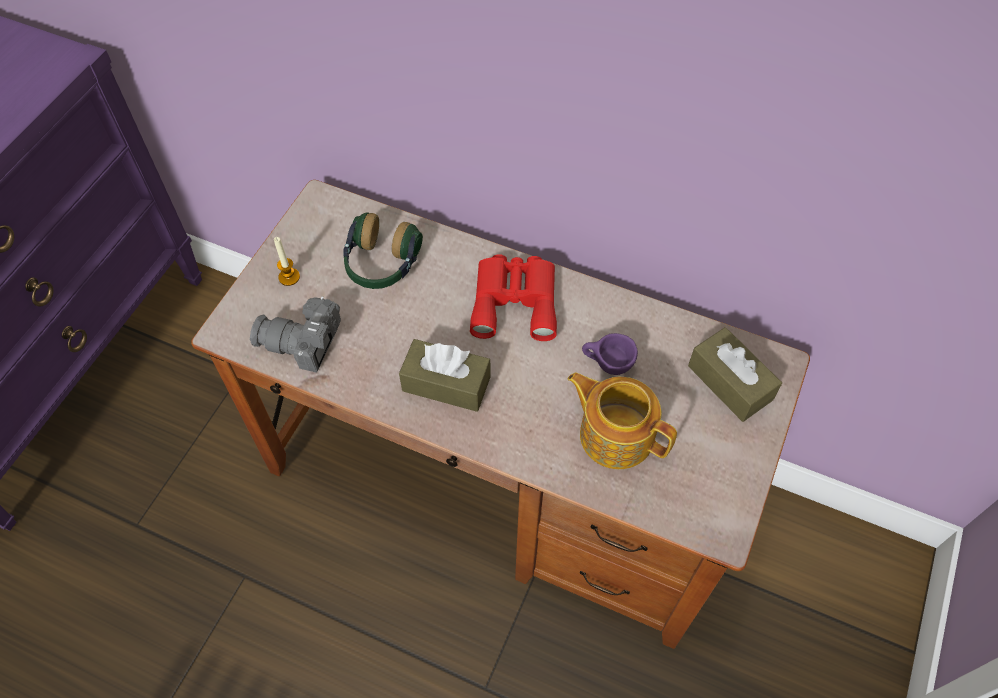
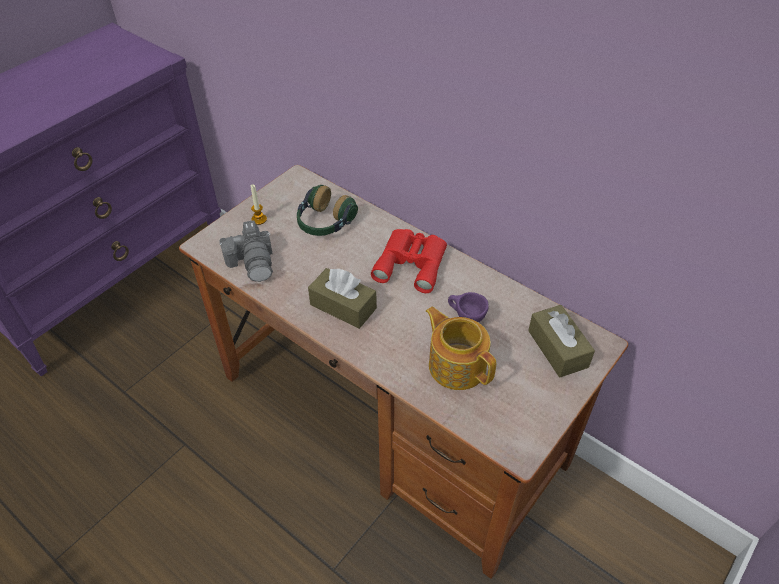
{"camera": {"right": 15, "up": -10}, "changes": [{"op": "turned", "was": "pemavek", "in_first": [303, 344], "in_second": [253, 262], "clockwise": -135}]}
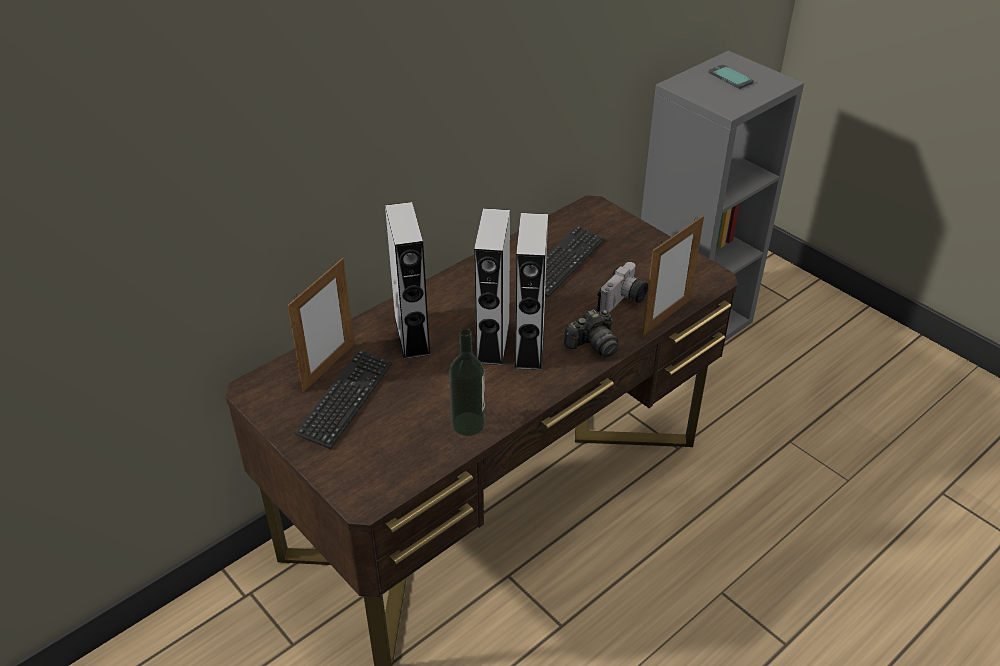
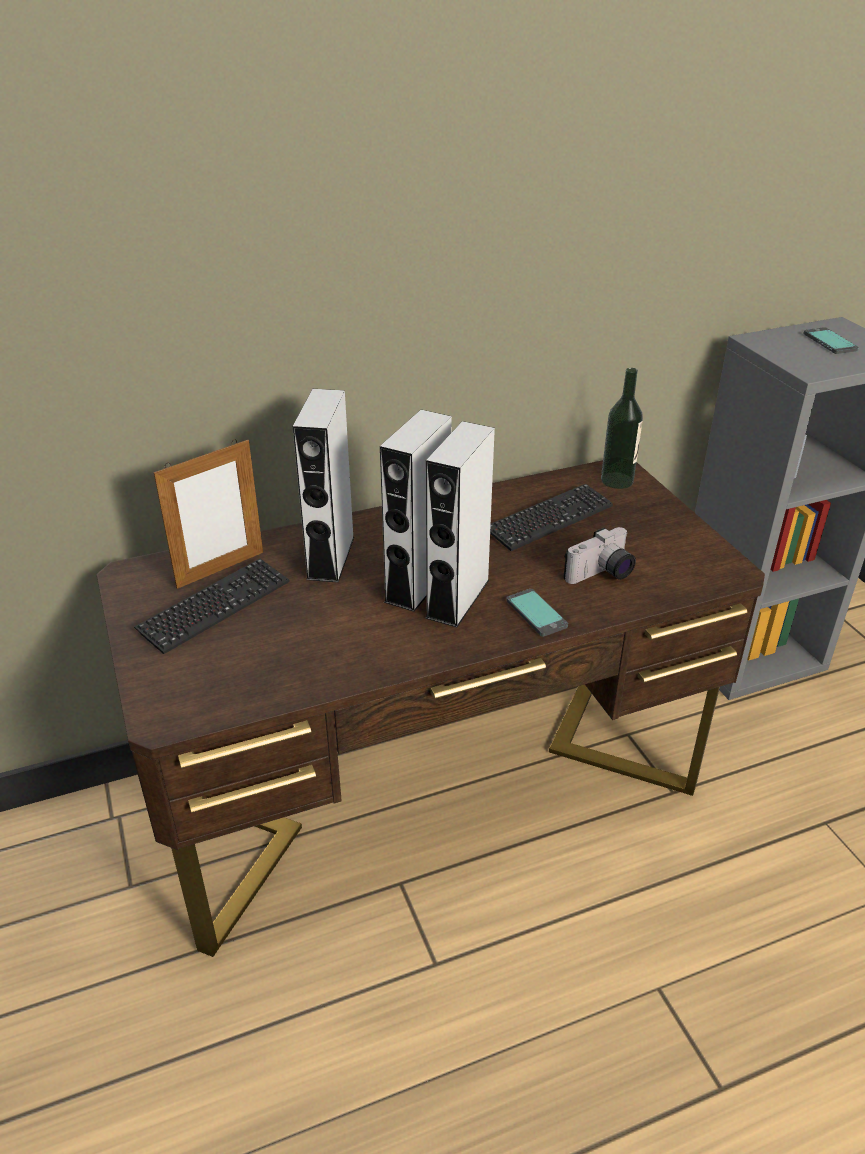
{"camera": {"right": 20, "up": -5}, "changes": [{"op": "removed", "was": "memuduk", "in_first": [666, 317]}, {"op": "replaced", "was": "pemavek", "now": "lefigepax", "in_first": [593, 344], "in_second": [536, 613]}, {"op": "moved", "was": "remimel", "in_first": [468, 424], "in_second": [617, 480]}]}
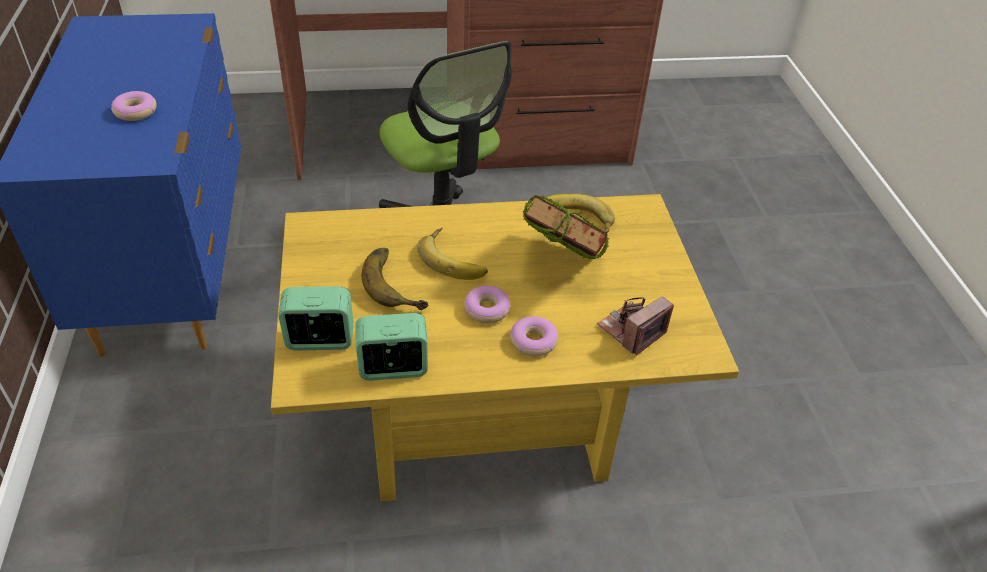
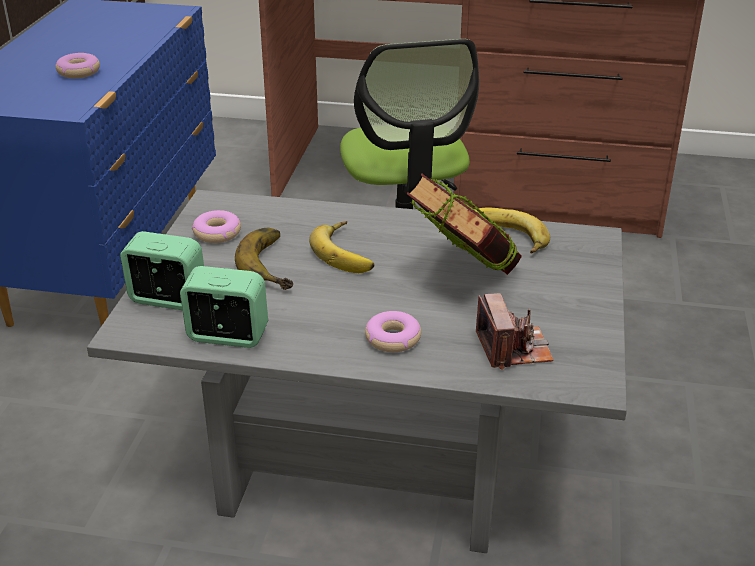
{"camera": {"right": 20, "up": -10}, "changes": [{"op": "recoloured", "was": "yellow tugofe", "now": "grey tugofe", "in_first": [487, 407], "in_second": [377, 448]}, {"op": "moved", "was": "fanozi", "in_first": [487, 309], "in_second": [217, 233]}, {"op": "turned", "was": "pemavek", "in_first": [632, 331], "in_second": [513, 348], "clockwise": 105}]}
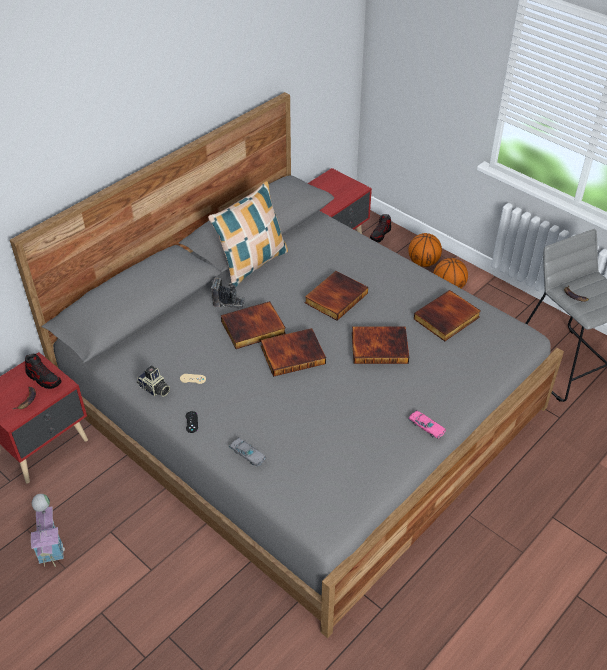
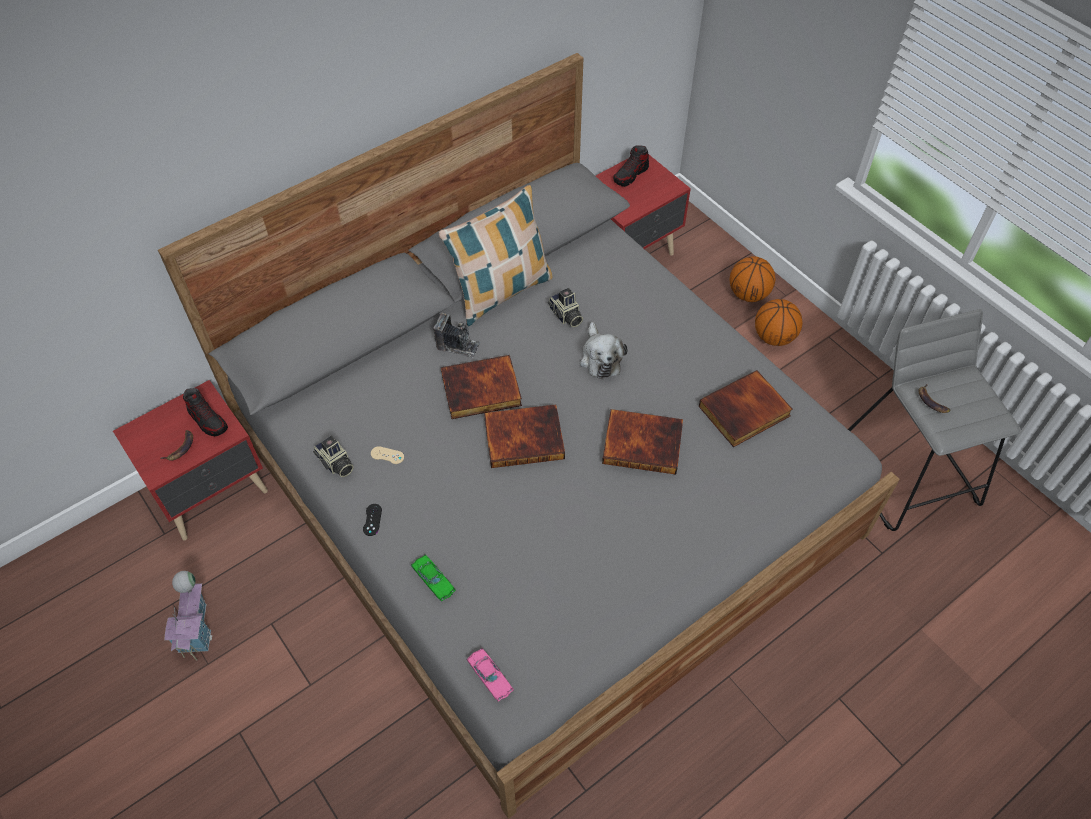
{"camera": {"right": 10, "up": 10}, "changes": [{"op": "moved", "was": "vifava", "in_first": [380, 234], "in_second": [630, 175]}, {"op": "replaced", "was": "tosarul", "now": "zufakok", "in_first": [335, 297], "in_second": [600, 358]}, {"op": "moved", "was": "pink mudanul", "in_first": [426, 427], "in_second": [489, 676]}, {"op": "recoloured", "was": "grey mudanul", "now": "green mudanul", "in_first": [247, 454], "in_second": [433, 580]}, {"op": "added", "now": "pemavek", "in_second": [565, 316]}]}
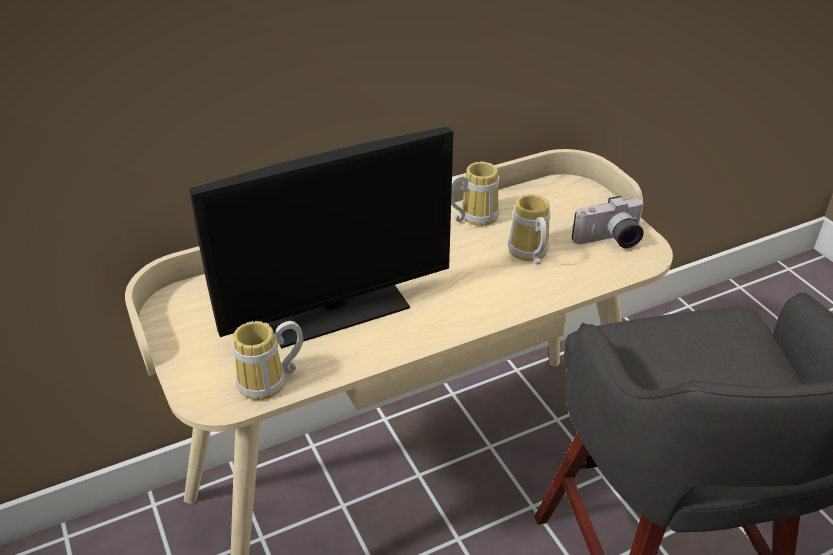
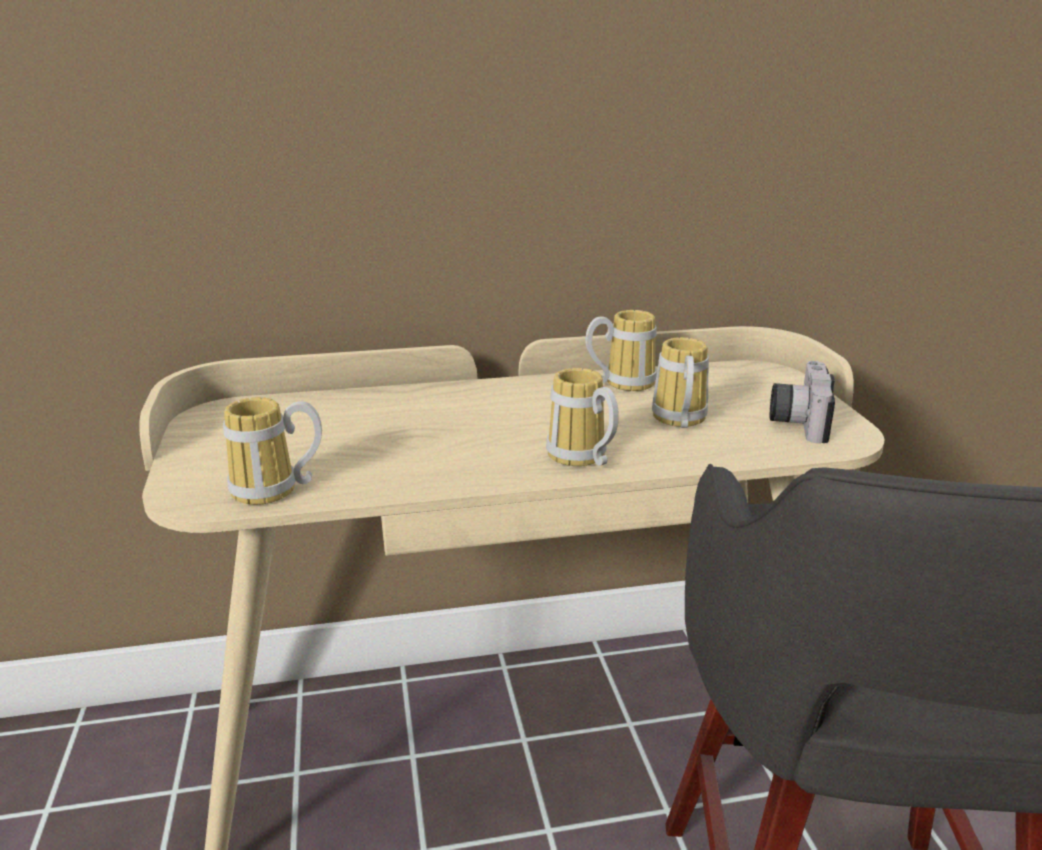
{"camera": {"right": 15, "up": -15}, "changes": [{"op": "removed", "was": "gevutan", "in_first": [335, 309]}, {"op": "turned", "was": "pemavek", "in_first": [610, 241], "in_second": [797, 421], "clockwise": 105}, {"op": "added", "now": "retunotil", "in_second": [579, 459]}]}
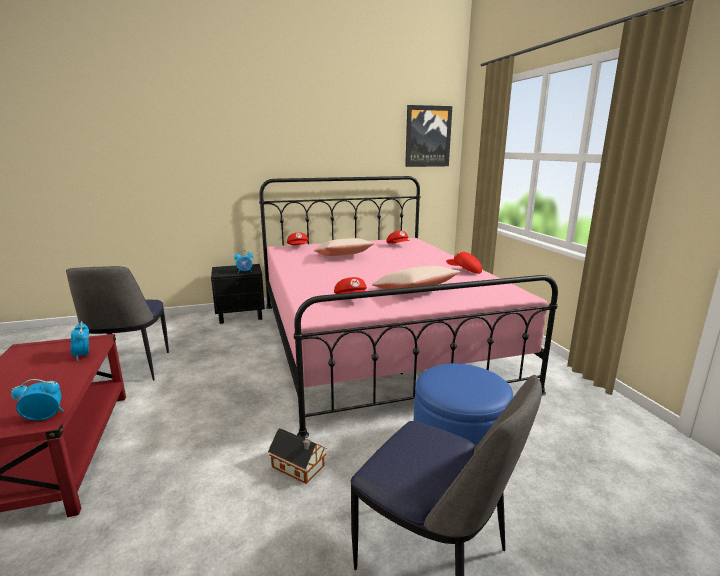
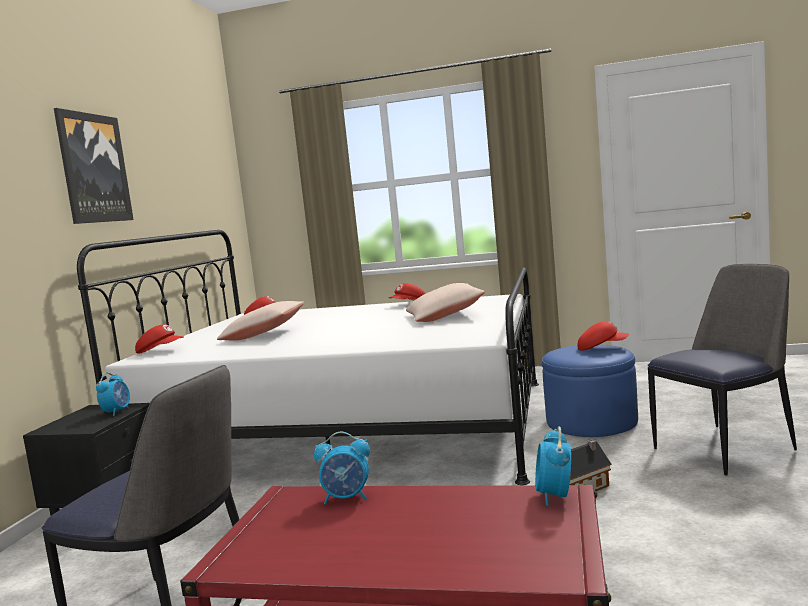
{"camera": {"right": -60, "up": -10}, "changes": [{"op": "moved", "was": "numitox", "in_first": [428, 136], "in_second": [93, 168]}, {"op": "recoloured", "was": "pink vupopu", "now": "white vupopu", "in_first": [376, 341], "in_second": [352, 428]}, {"op": "moved", "was": "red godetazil", "in_first": [352, 299], "in_second": [602, 348]}]}
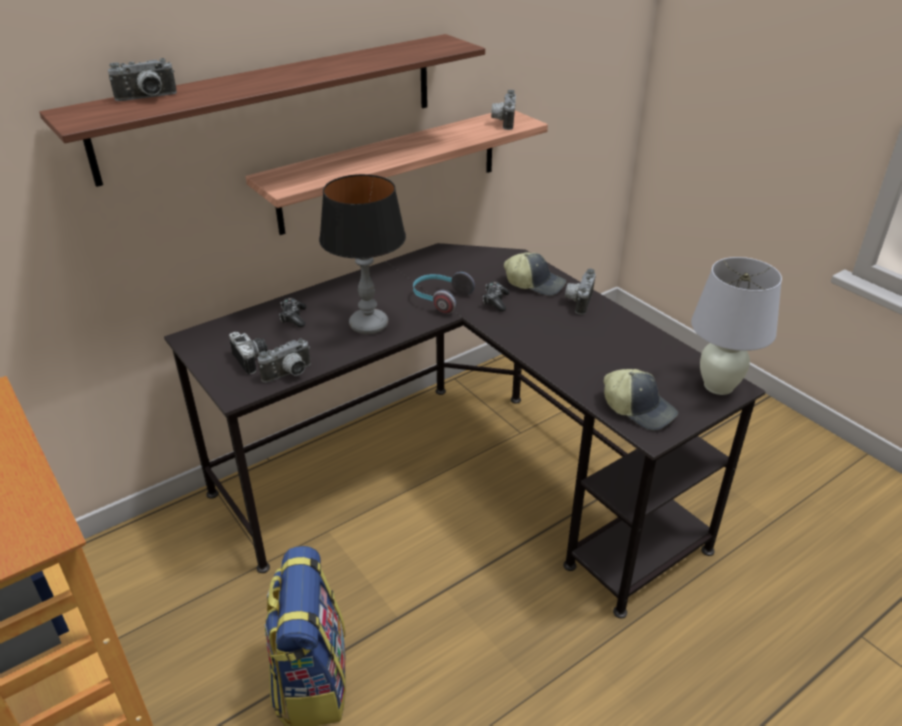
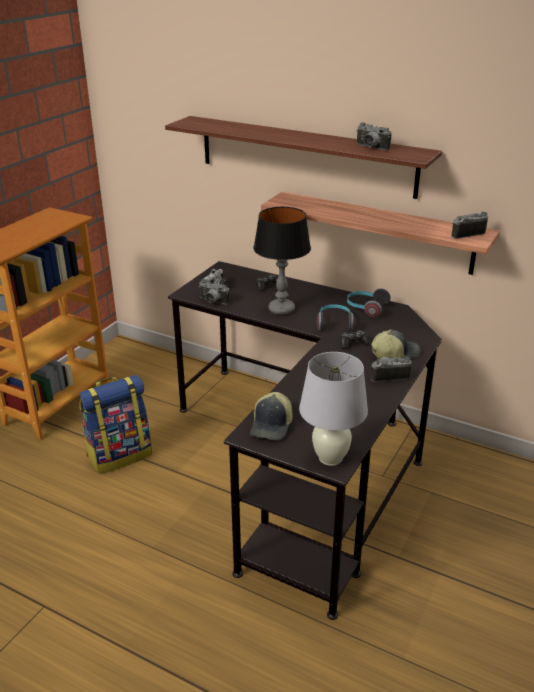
{"camera": {"right": 65, "up": -5}, "changes": [{"op": "moved", "was": "pemavek", "in_first": [148, 98], "in_second": [370, 148]}, {"op": "turned", "was": "godetazil", "in_first": [535, 283], "in_second": [394, 353], "clockwise": -105}, {"op": "added", "now": "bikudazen", "in_second": [366, 308]}]}
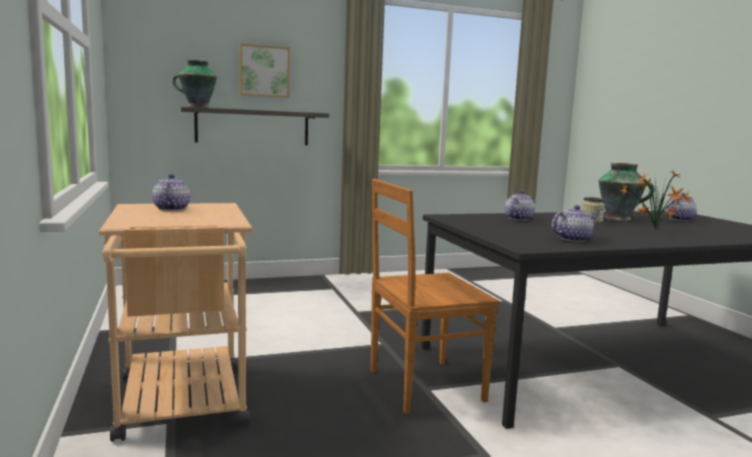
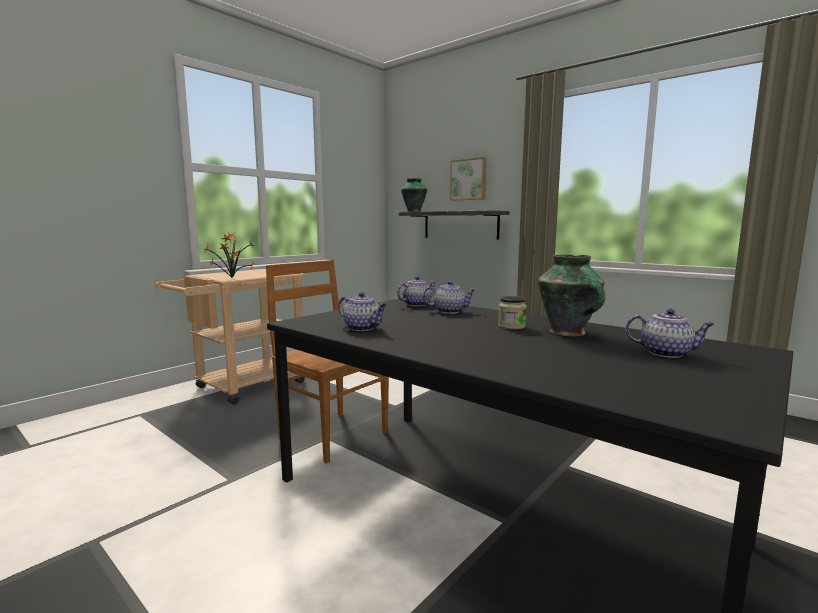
{"camera": {"right": 60, "up": 0}, "changes": [{"op": "moved", "was": "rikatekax", "in_first": [655, 230], "in_second": [230, 278]}, {"op": "moved", "was": "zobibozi", "in_first": [171, 209], "in_second": [417, 304]}]}
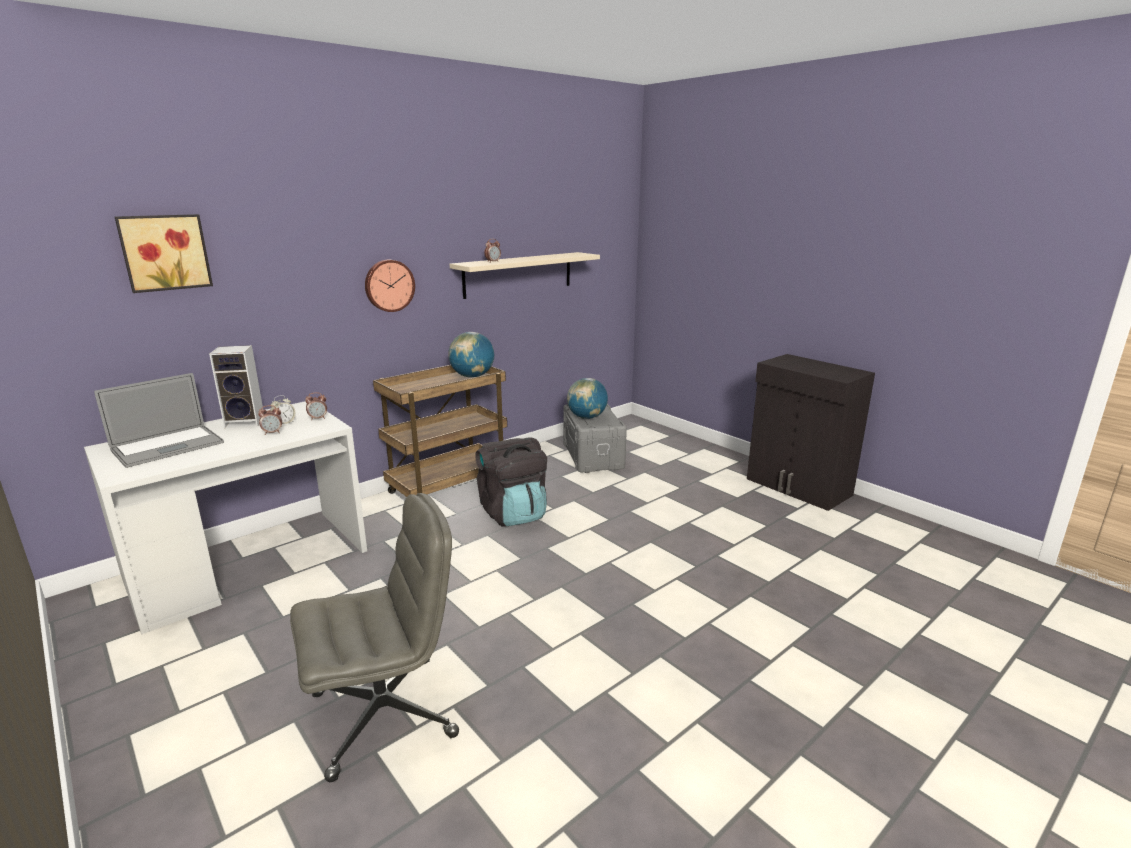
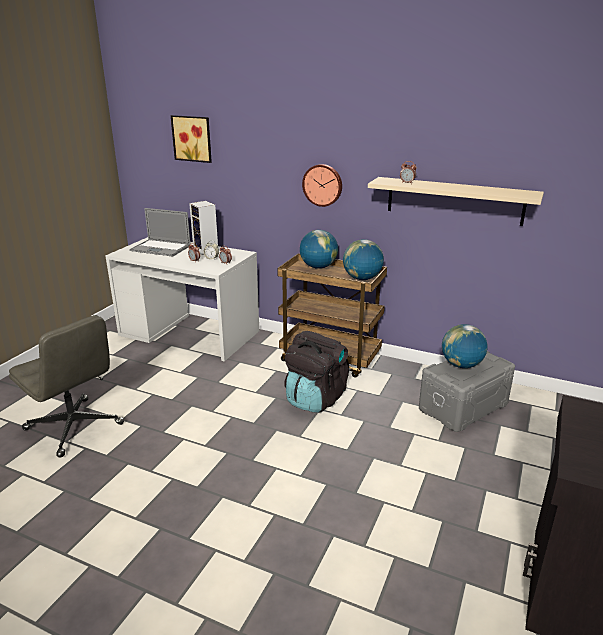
{"camera": {"right": 65, "up": 5}, "changes": [{"op": "added", "now": "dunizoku", "in_second": [318, 267]}]}
